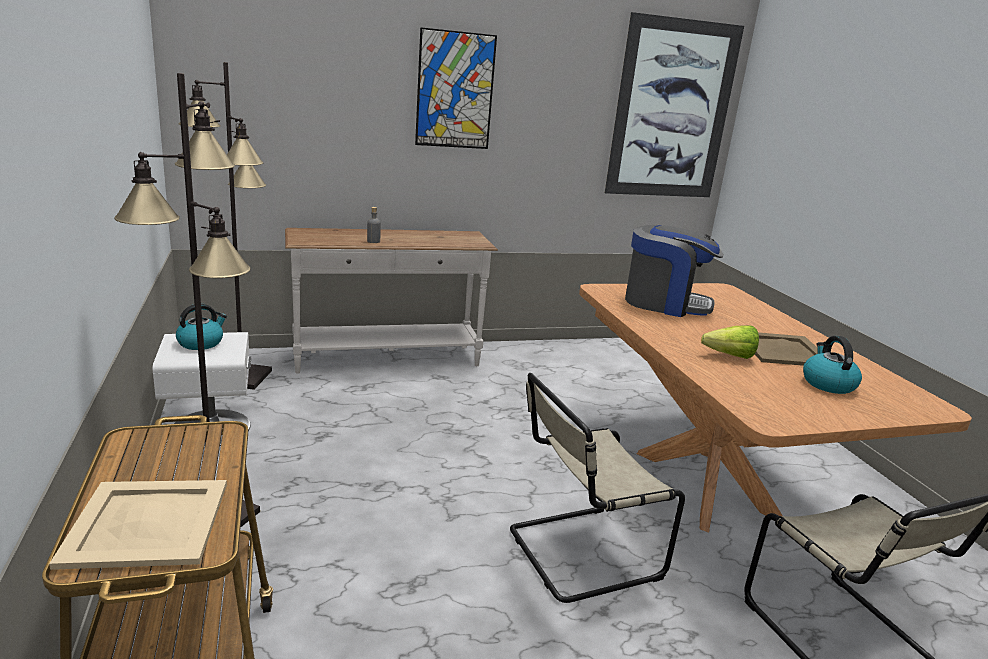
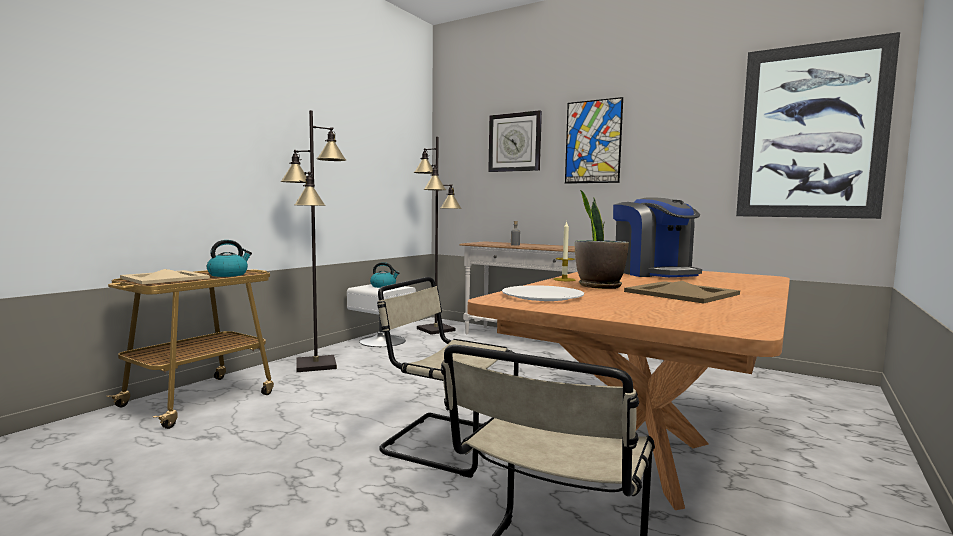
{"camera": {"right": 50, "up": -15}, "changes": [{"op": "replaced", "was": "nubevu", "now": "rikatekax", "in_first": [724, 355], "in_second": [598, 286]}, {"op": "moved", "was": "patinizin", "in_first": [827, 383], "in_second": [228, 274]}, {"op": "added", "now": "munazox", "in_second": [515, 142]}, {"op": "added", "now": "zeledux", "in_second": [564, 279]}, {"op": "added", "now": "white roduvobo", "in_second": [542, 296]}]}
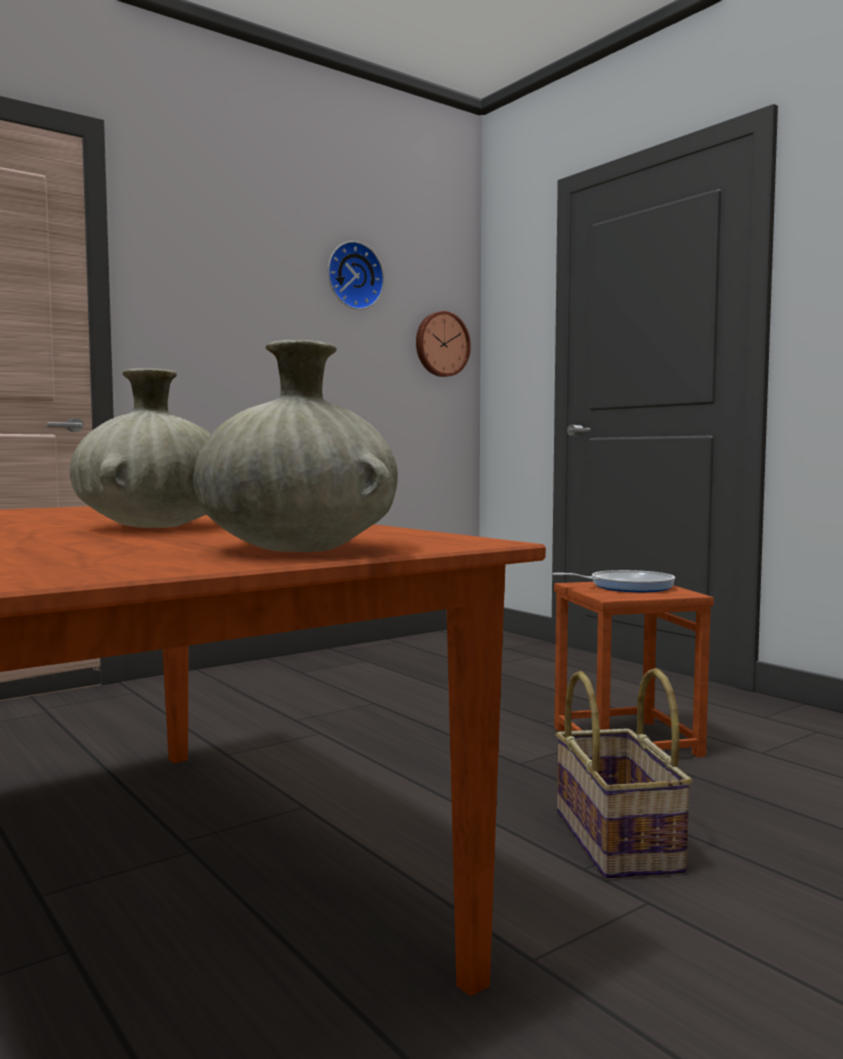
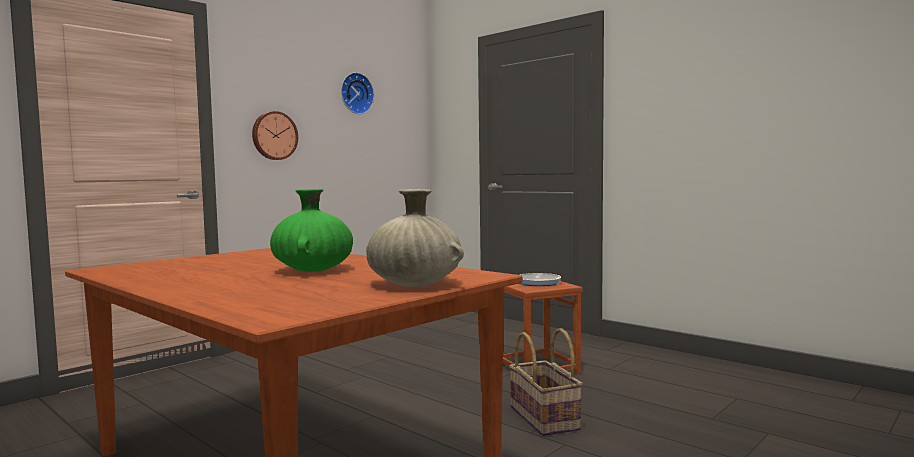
{"camera": {"right": -10, "up": 0}, "changes": [{"op": "moved", "was": "munazox", "in_first": [441, 344], "in_second": [274, 135]}, {"op": "recoloured", "was": "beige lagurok", "now": "green lagurok", "in_first": [154, 527], "in_second": [312, 270]}]}
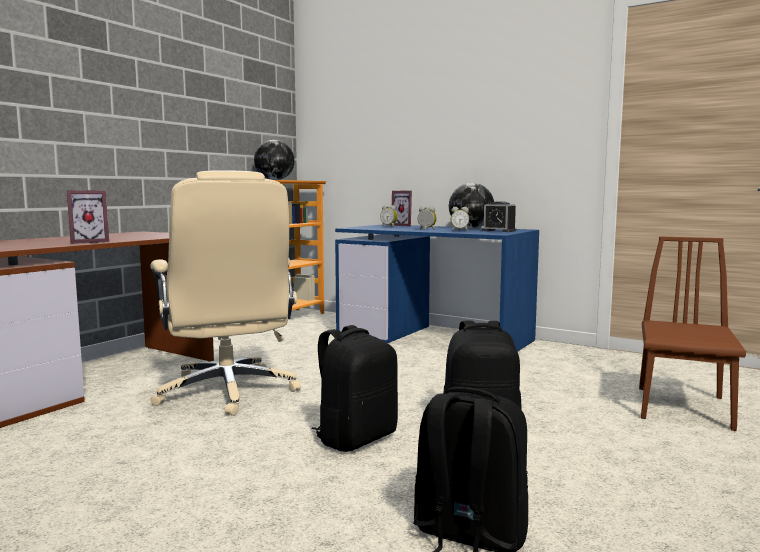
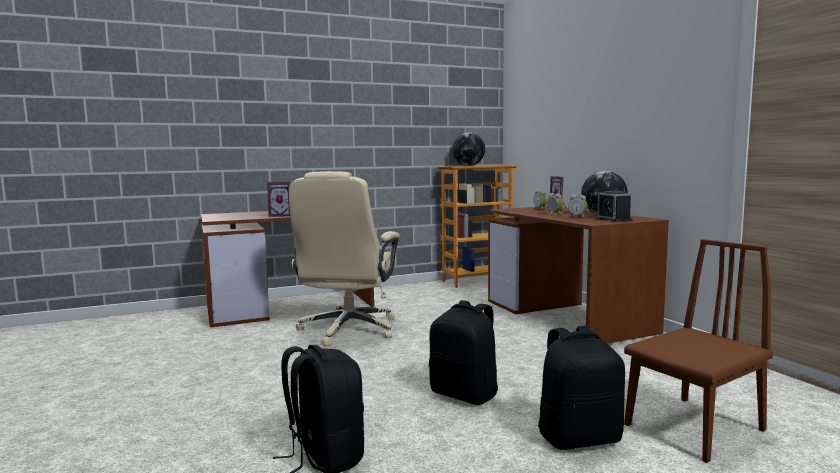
{"camera": {"right": 35, "up": 0}, "changes": [{"op": "recoloured", "was": "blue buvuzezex", "now": "brown buvuzezex", "in_first": [435, 338], "in_second": [567, 316]}, {"op": "moved", "was": "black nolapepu", "in_first": [356, 438], "in_second": [579, 438]}]}
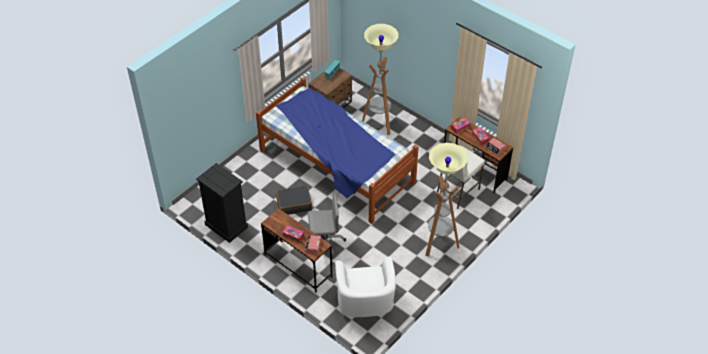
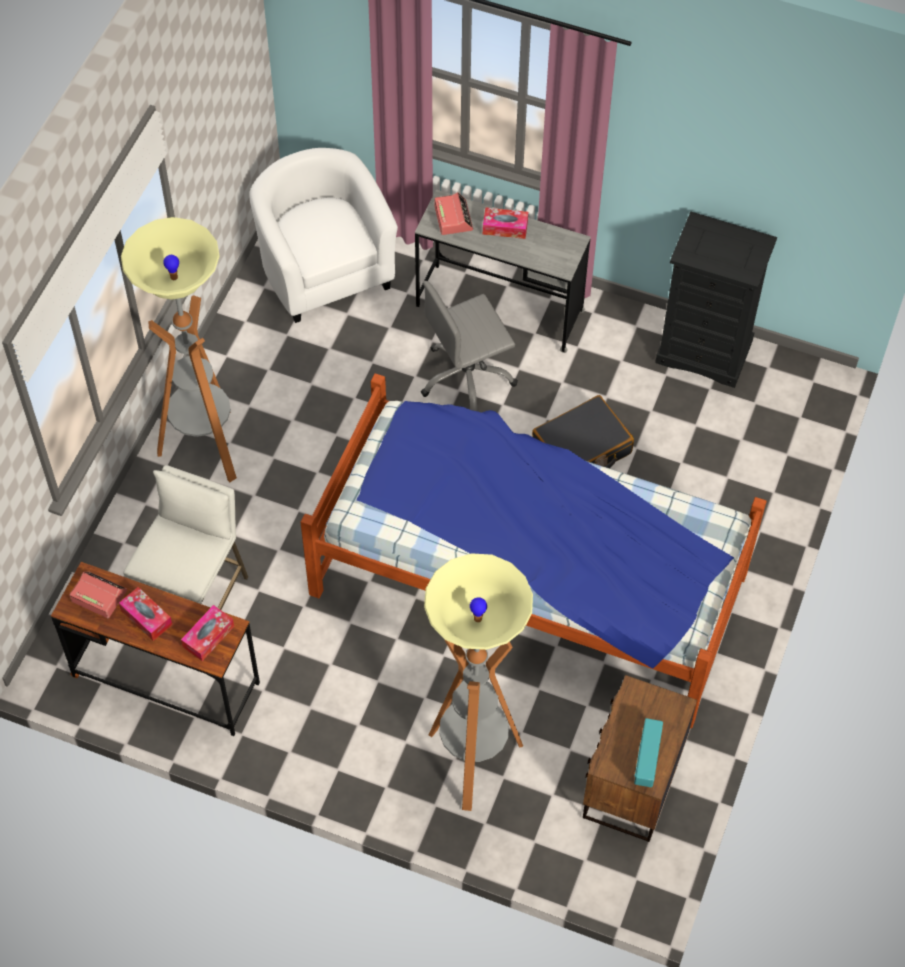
{"camera": {"right": 160, "up": 10}, "changes": [{"op": "recoloured", "was": "brown buvuzezex", "now": "grey buvuzezex", "in_first": [298, 266], "in_second": [499, 308]}]}
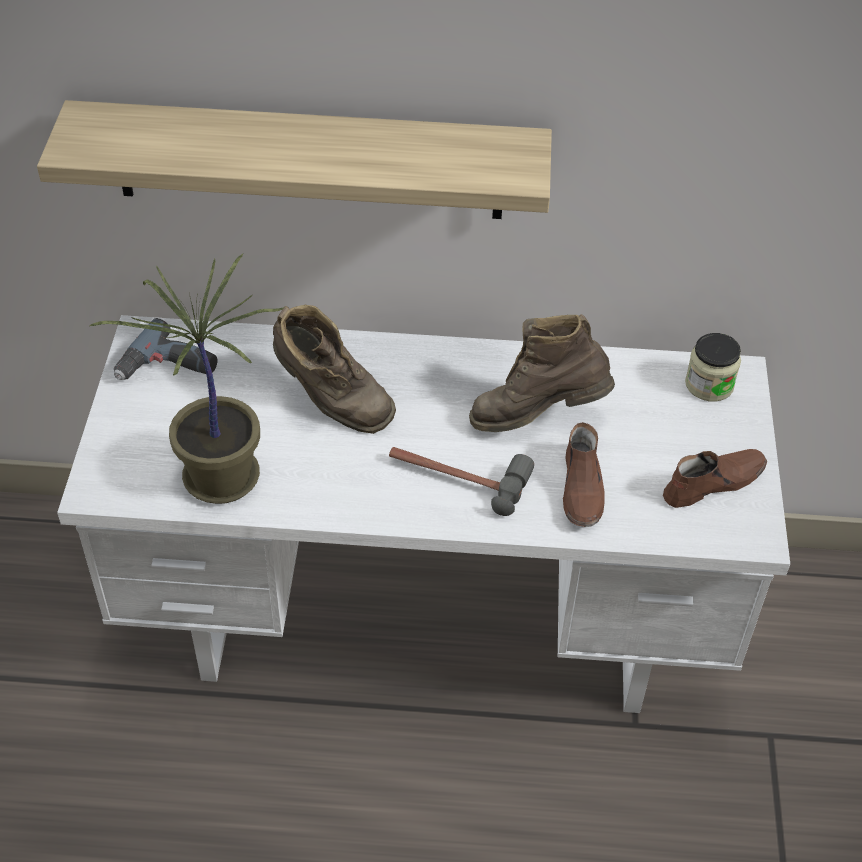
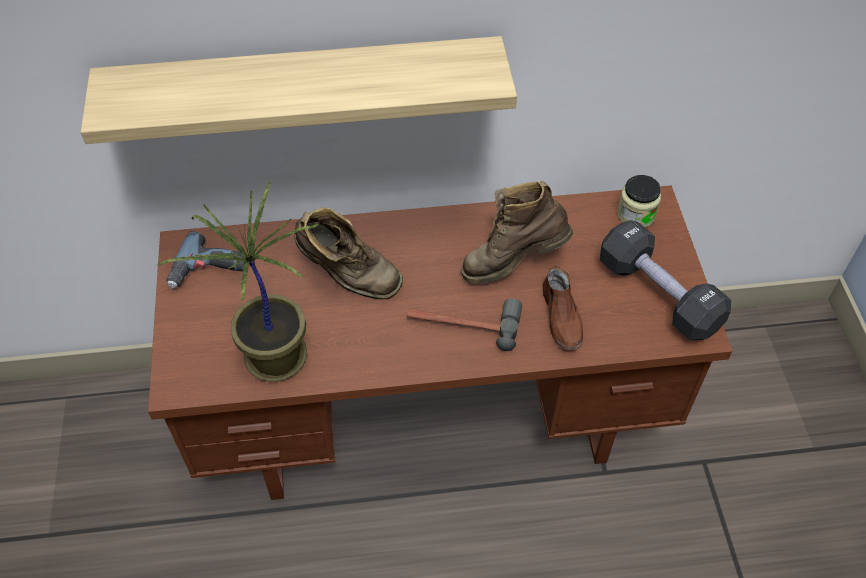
{"camera": {"right": -10, "up": 5}, "changes": [{"op": "recoloured", "was": "white buvuzezex", "now": "brown buvuzezex", "in_first": [429, 620], "in_second": [435, 418]}, {"op": "replaced", "was": "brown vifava", "now": "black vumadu", "in_first": [712, 482], "in_second": [658, 294]}]}
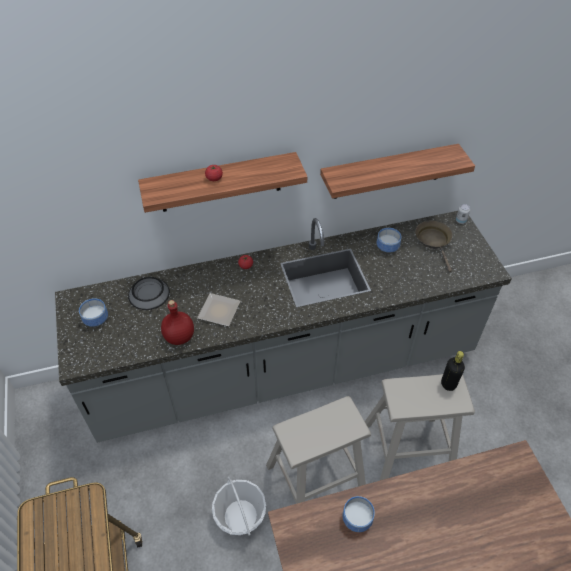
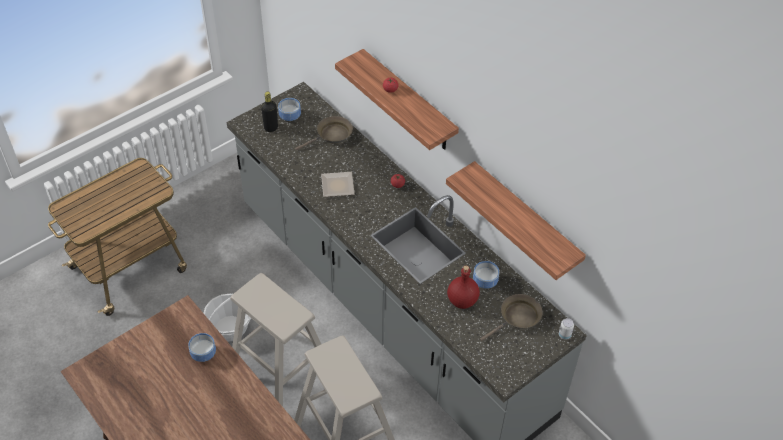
{"camera": {"right": 65, "up": 0}, "changes": [{"op": "replaced", "was": "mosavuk", "now": "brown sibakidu", "in_first": [149, 293], "in_second": [332, 135]}, {"op": "moved", "was": "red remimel", "in_first": [179, 337], "in_second": [462, 300]}, {"op": "moved", "was": "black remimel", "in_first": [448, 384], "in_second": [271, 128]}]}
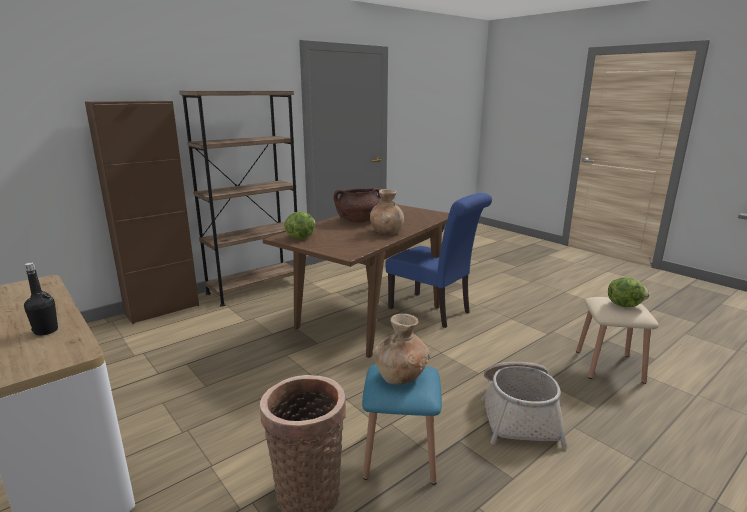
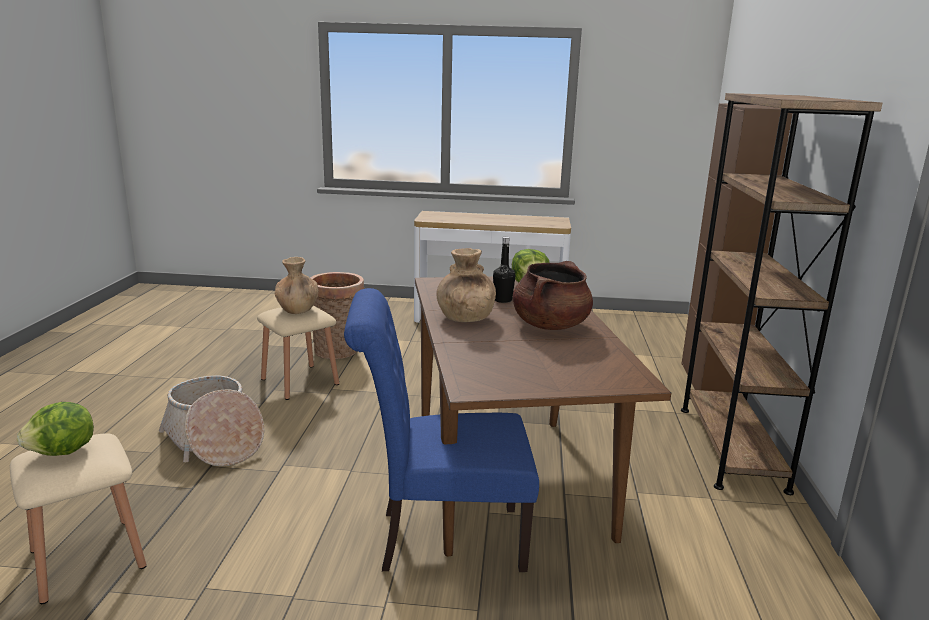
{"camera": {"right": 135, "up": 0}, "changes": [{"op": "moved", "was": "black remimel", "in_first": [46, 331], "in_second": [503, 300]}, {"op": "recoloured", "was": "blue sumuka", "now": "beige sumuka", "in_first": [400, 455], "in_second": [300, 381]}]}
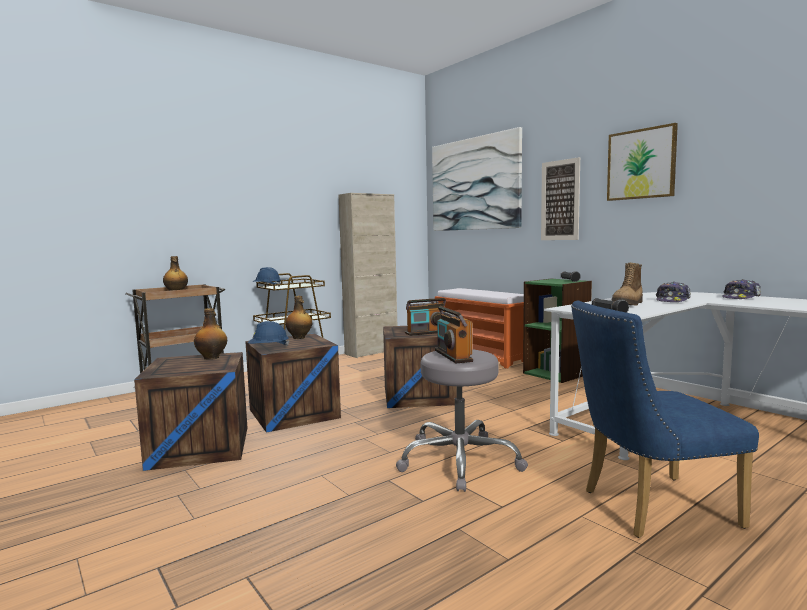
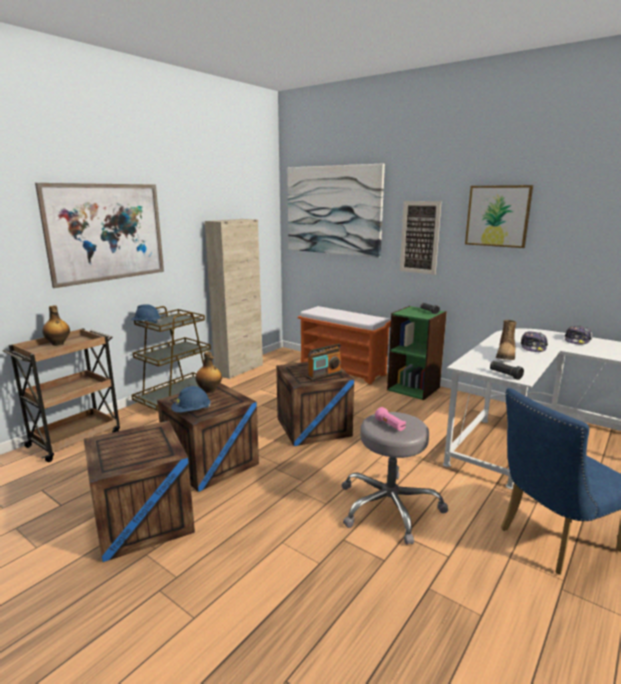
{"camera": {"right": -15, "up": 10}, "changes": [{"op": "replaced", "was": "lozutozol", "now": "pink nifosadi", "in_first": [453, 356], "in_second": [390, 426]}, {"op": "removed", "was": "remimel", "in_first": [212, 358]}, {"op": "added", "now": "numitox", "in_second": [107, 232]}]}
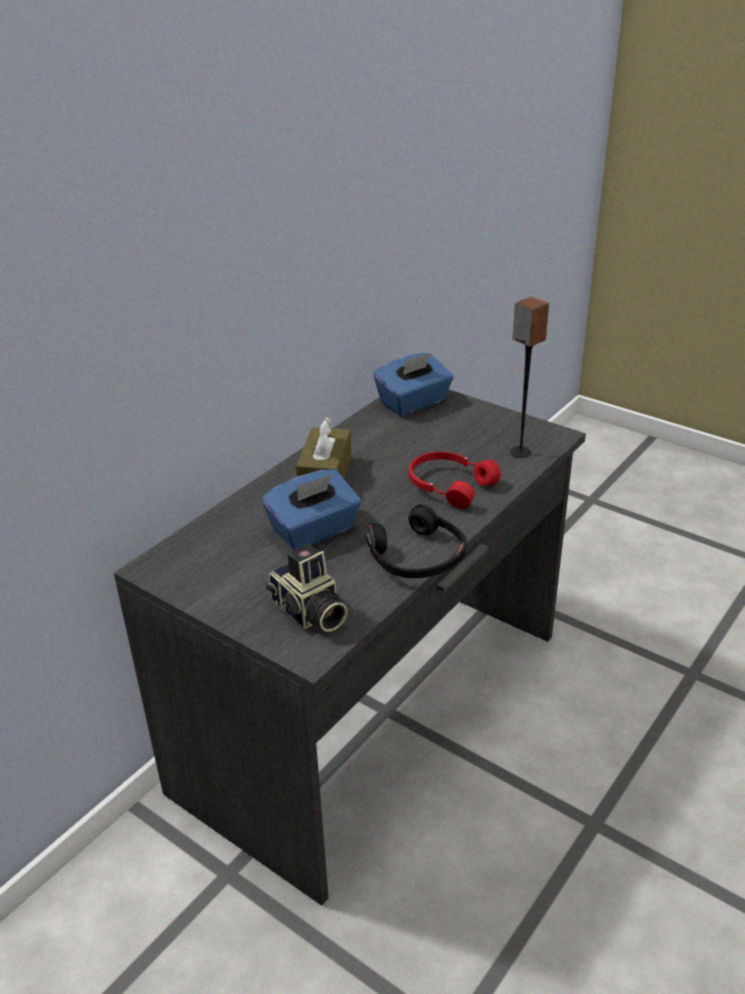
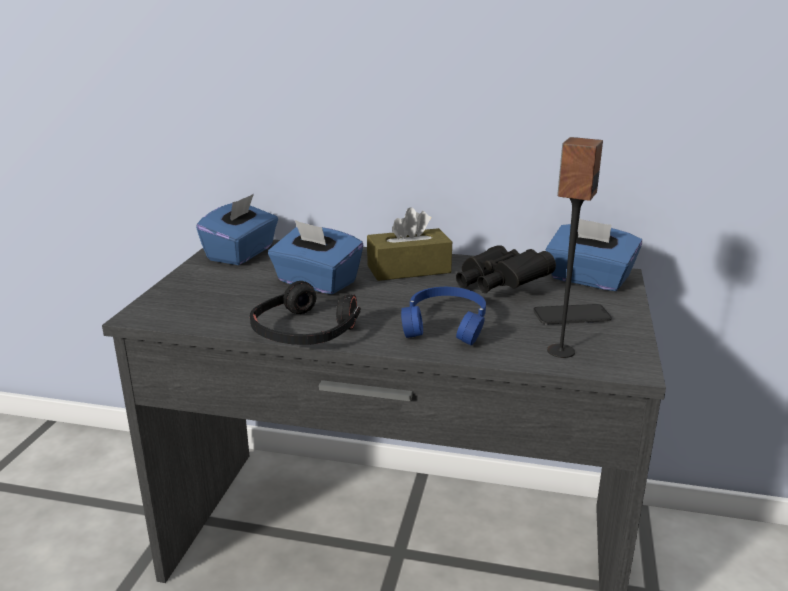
{"camera": {"right": 65, "up": -10}, "changes": [{"op": "recoloured", "was": "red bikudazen", "now": "blue bikudazen", "in_first": [449, 485], "in_second": [447, 324]}, {"op": "removed", "was": "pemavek", "in_first": [308, 613]}, {"op": "added", "now": "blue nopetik", "in_second": [242, 253]}, {"op": "added", "now": "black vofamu", "in_second": [498, 287]}, {"op": "added", "now": "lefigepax", "in_second": [571, 315]}]}
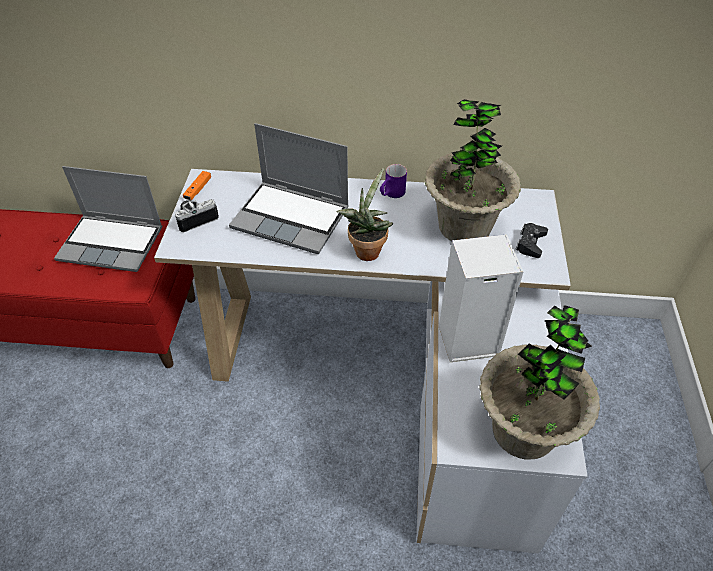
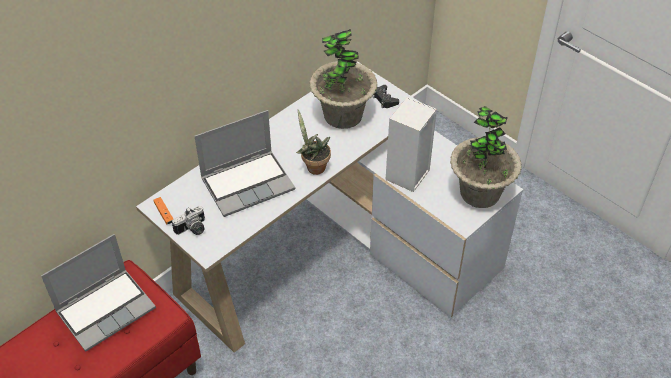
{"camera": {"right": -50, "up": 0}, "changes": [{"op": "removed", "was": "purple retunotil", "in_first": [391, 194]}, {"op": "turned", "was": "pemavek", "in_first": [195, 219], "in_second": [193, 229], "clockwise": -135}]}
